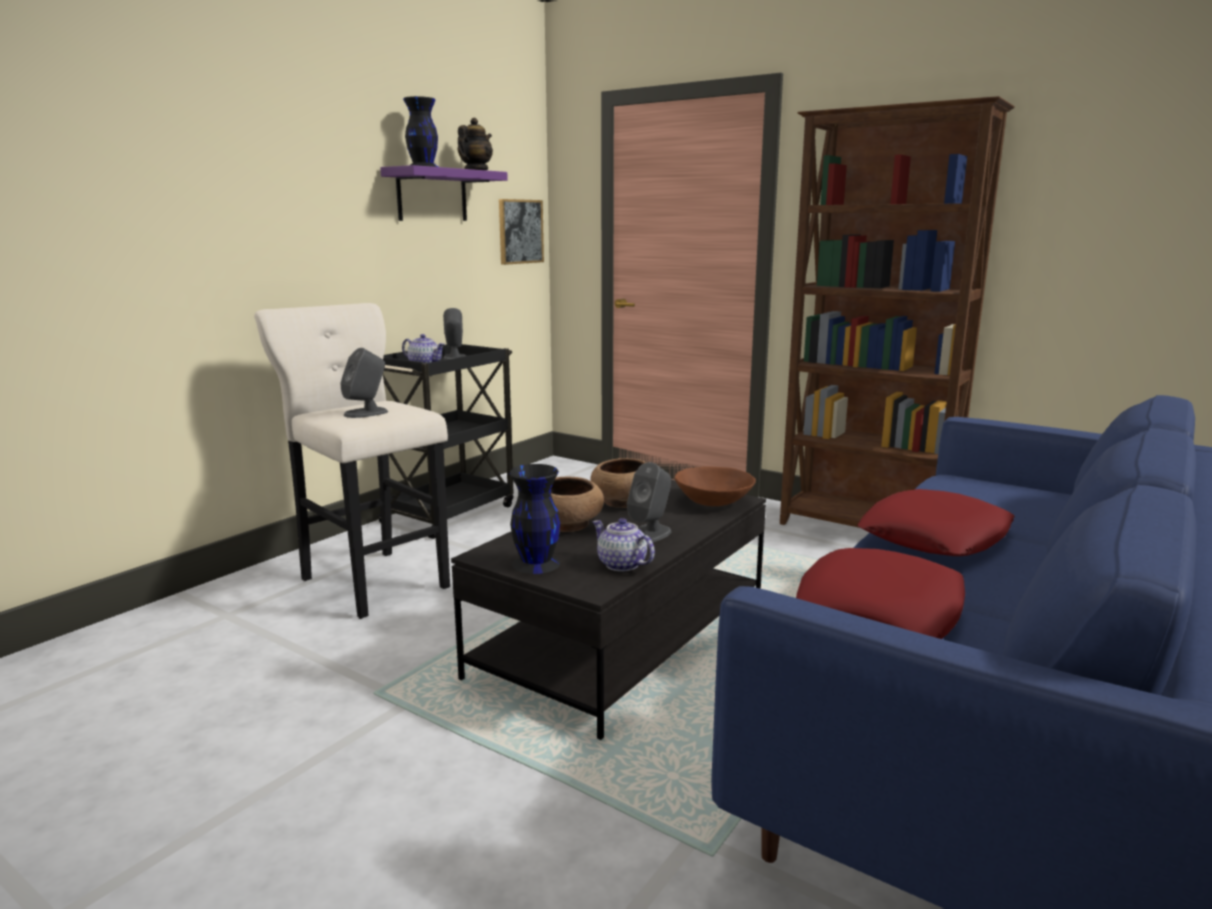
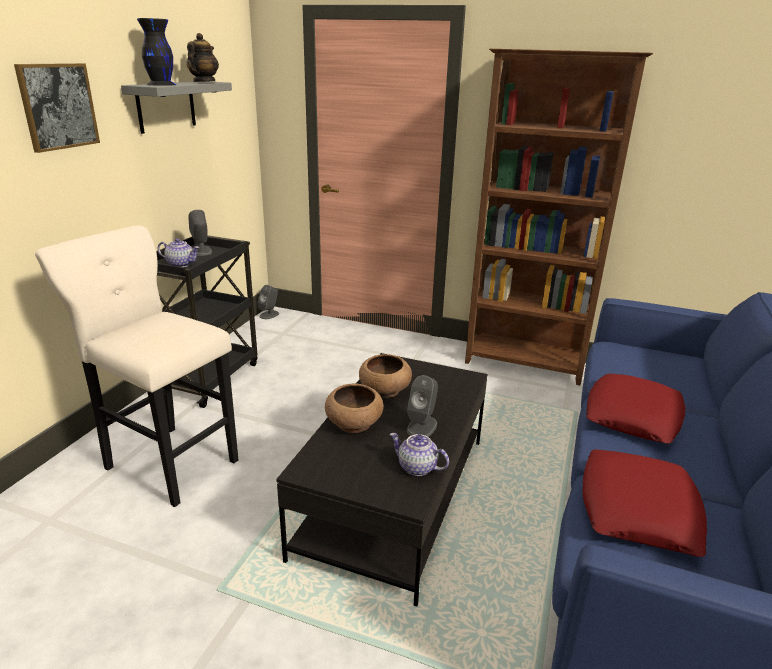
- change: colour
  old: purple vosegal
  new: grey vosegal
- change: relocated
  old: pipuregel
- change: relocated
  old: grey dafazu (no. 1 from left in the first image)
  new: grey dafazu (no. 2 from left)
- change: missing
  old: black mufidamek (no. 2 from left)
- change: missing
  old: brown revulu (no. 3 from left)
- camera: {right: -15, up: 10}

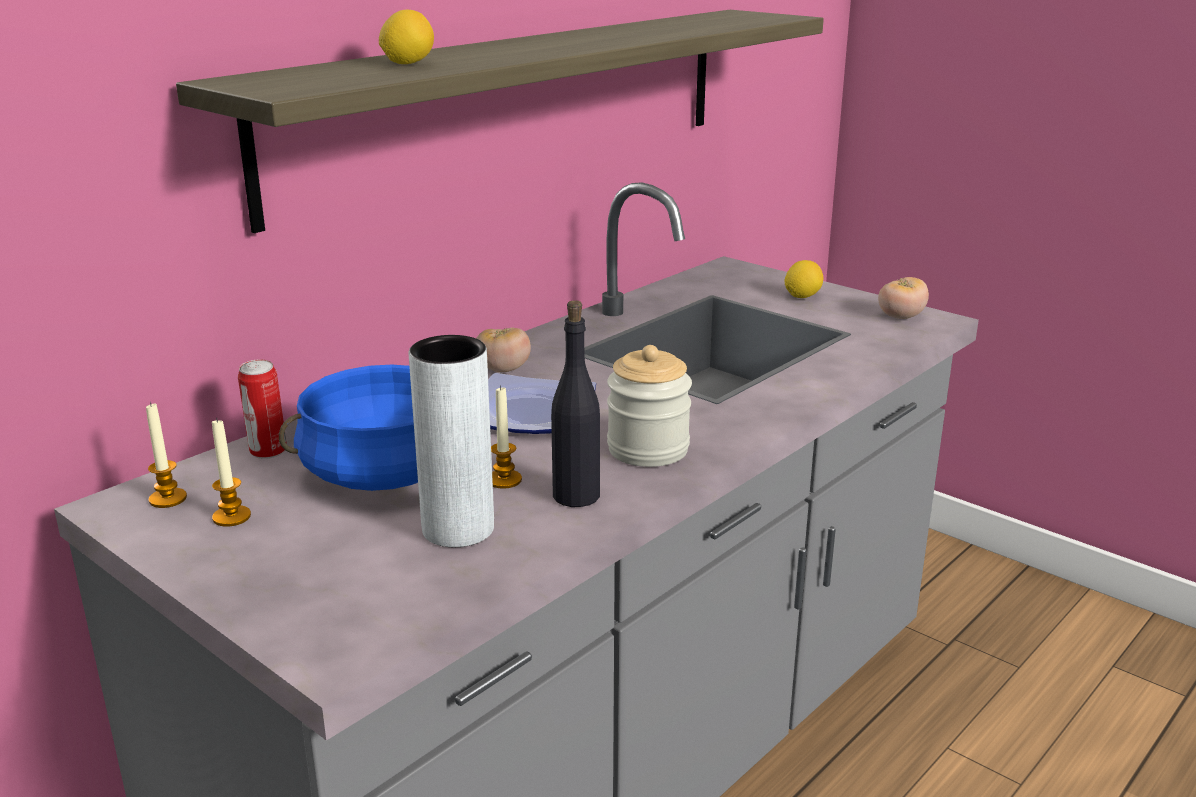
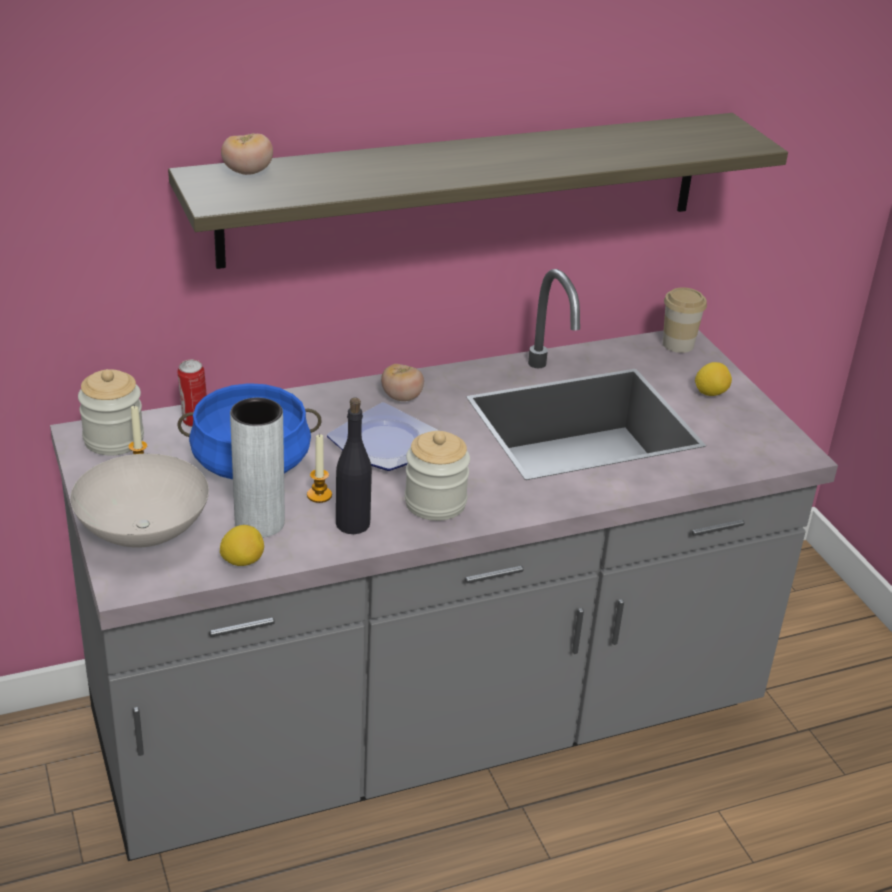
- change: relocated
  old: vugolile (no. 1 from left)
- change: relocated
  old: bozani (no. 2 from left in the first image)
  new: bozani (no. 1 from left)
- change: exchanged
  old: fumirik (no. 1 from left)
  new: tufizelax (no. 1 from left)
- change: appeared
  new: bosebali
- change: appeared
  new: white revulu
- camera: {right: 25, up: 10}

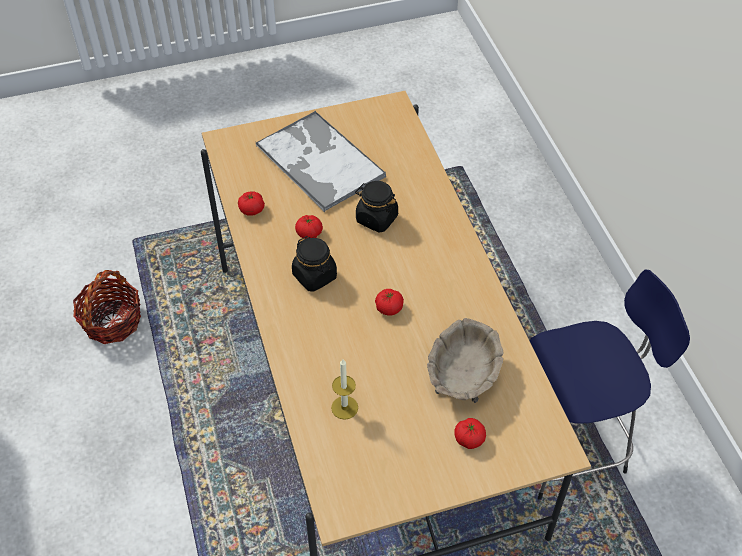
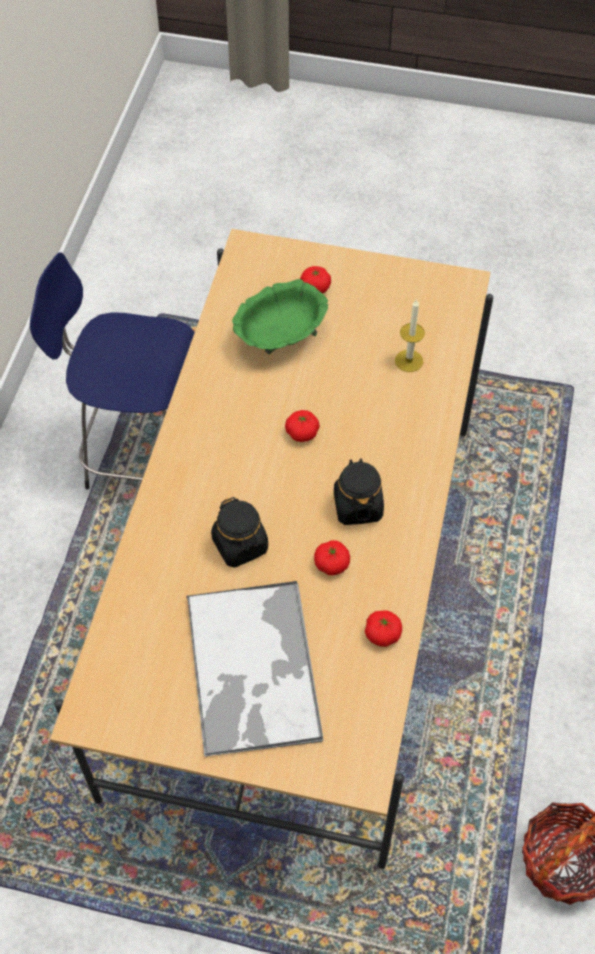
- change: colour
  old: beige revulu
  new: green revulu
- camera: {right: -150, up: 5}

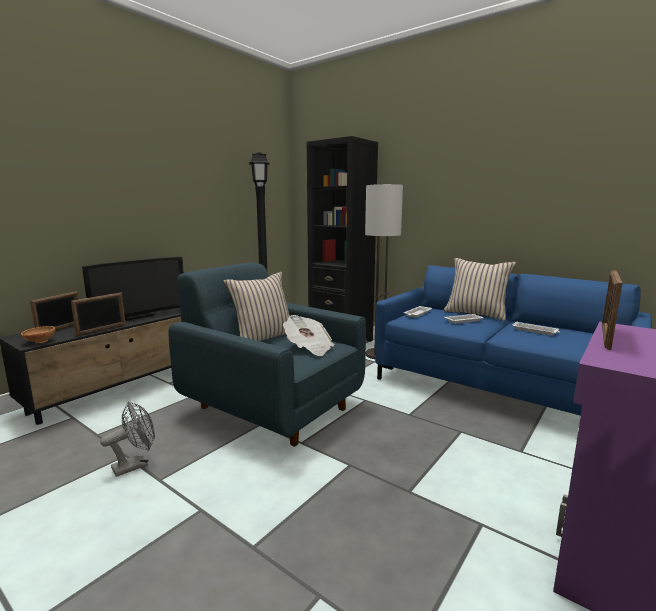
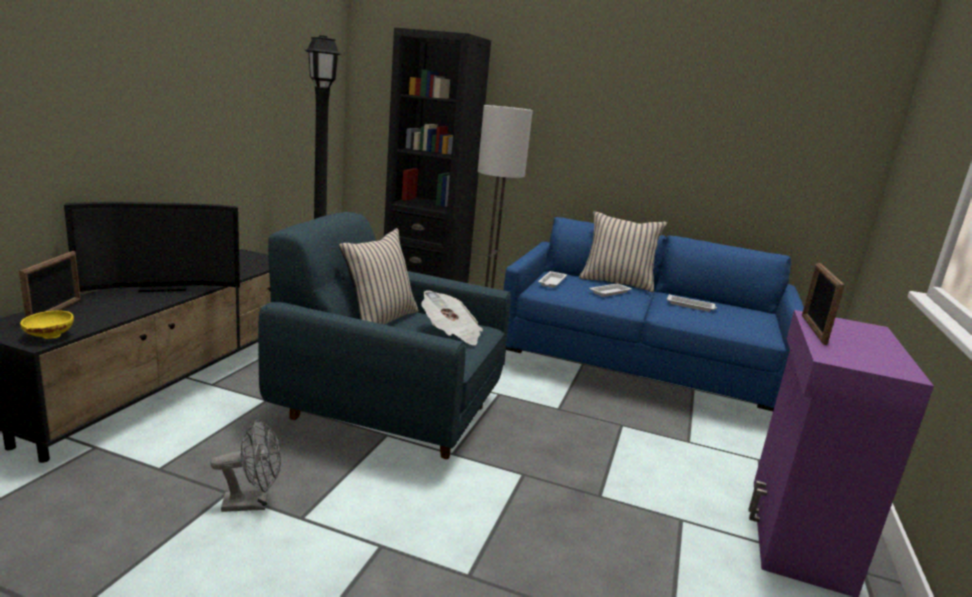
- change: spun
  old: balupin
  degrees: 45
- change: missing
  old: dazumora (no. 2 from left)
- change: colour
  old: brown revulu
  new: yellow revulu
- change: spun
  old: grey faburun
  degrees: 45
- camera: {right: -20, up: 5}

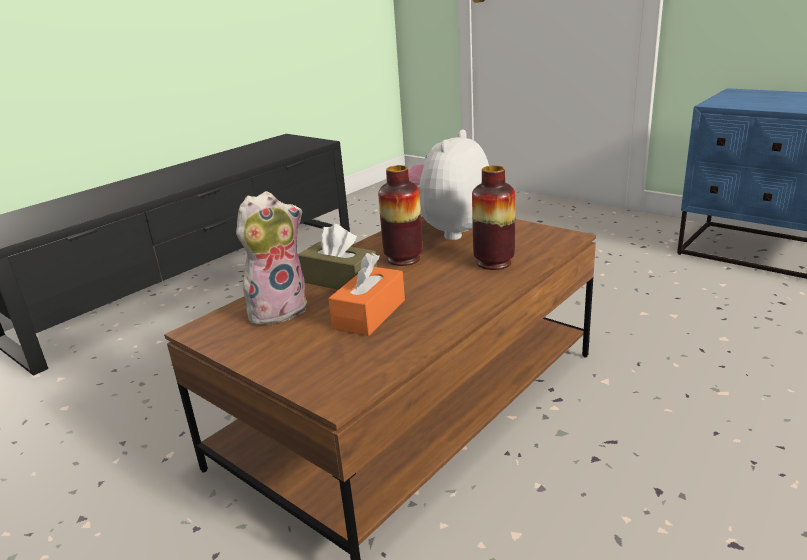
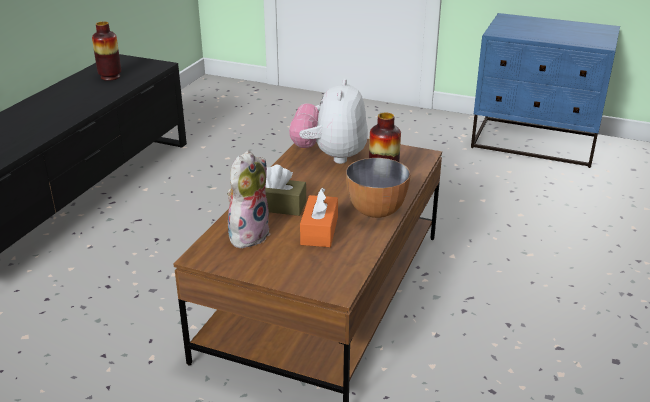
- change: relocated
  old: mufidamek (no. 1 from left)
- change: appeared
  new: revulu
- camera: {right: -20, up: 5}

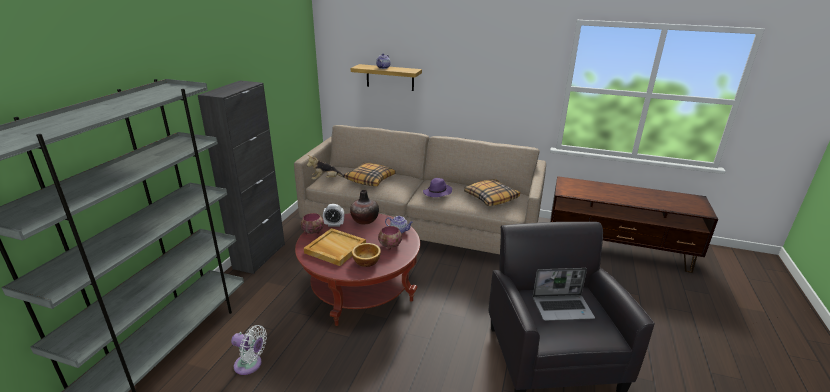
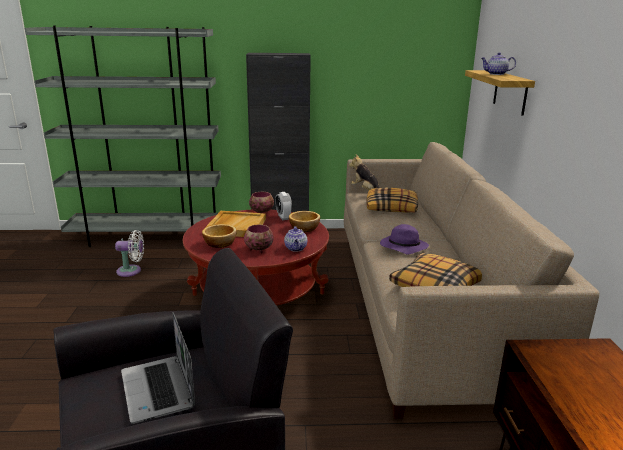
- change: exchanged
  old: mufidamek
  new: revulu (no. 4 from left)
- change: spun
  old: white faburun
  degrees: -90
- camera: {right: 70, up: -5}

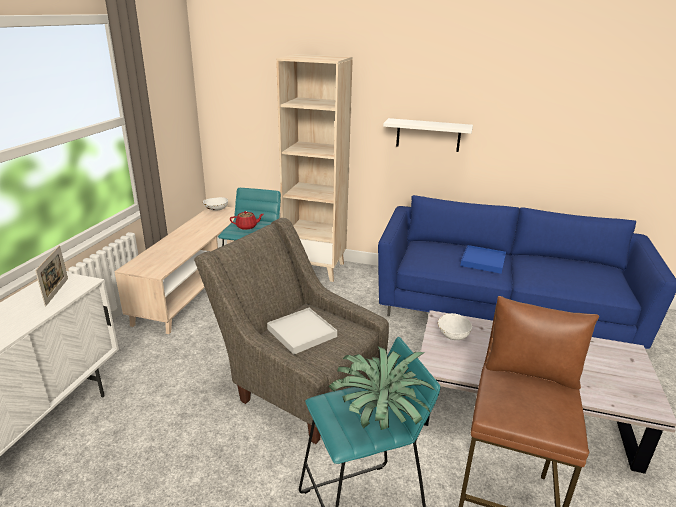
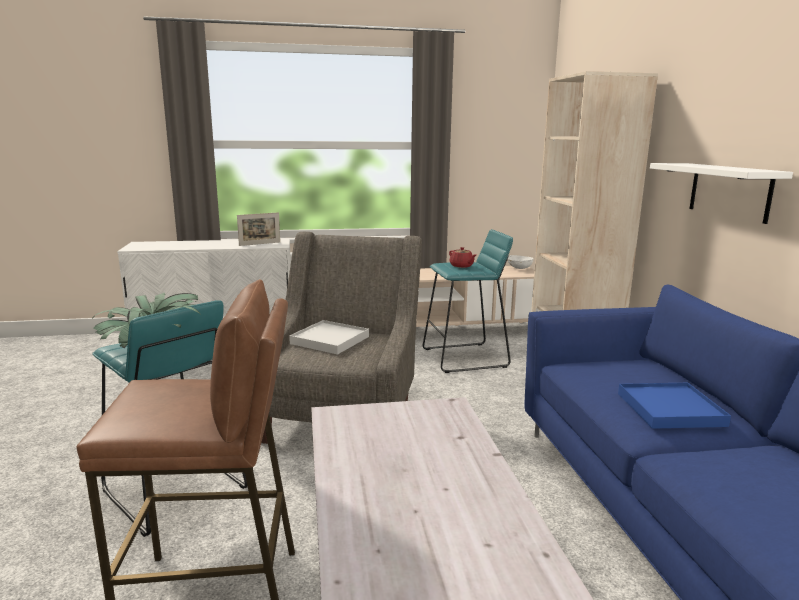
- change: missing
  old: white revulu (no. 2 from left)
- camera: {right: 65, up: -10}

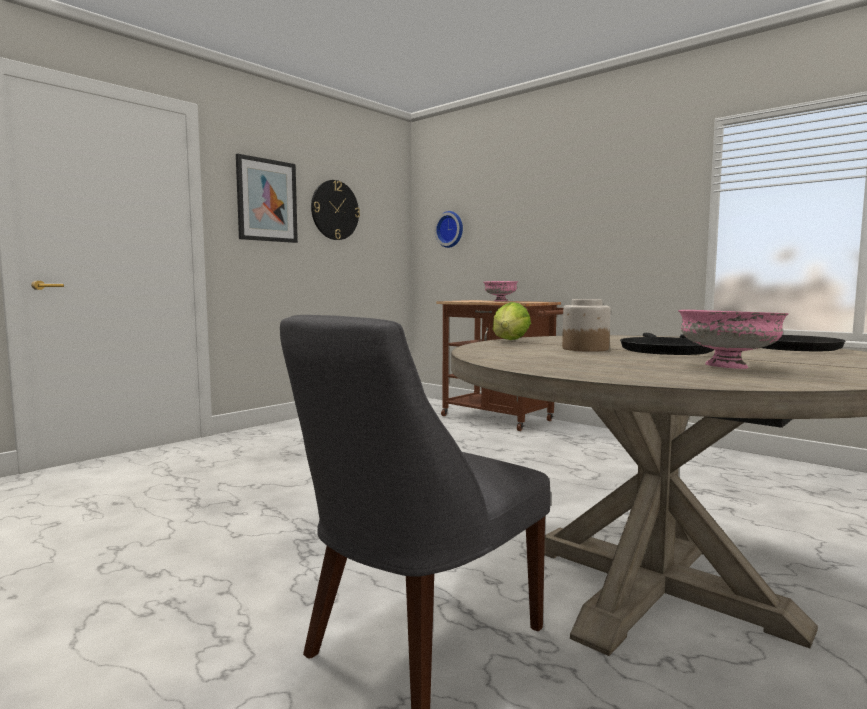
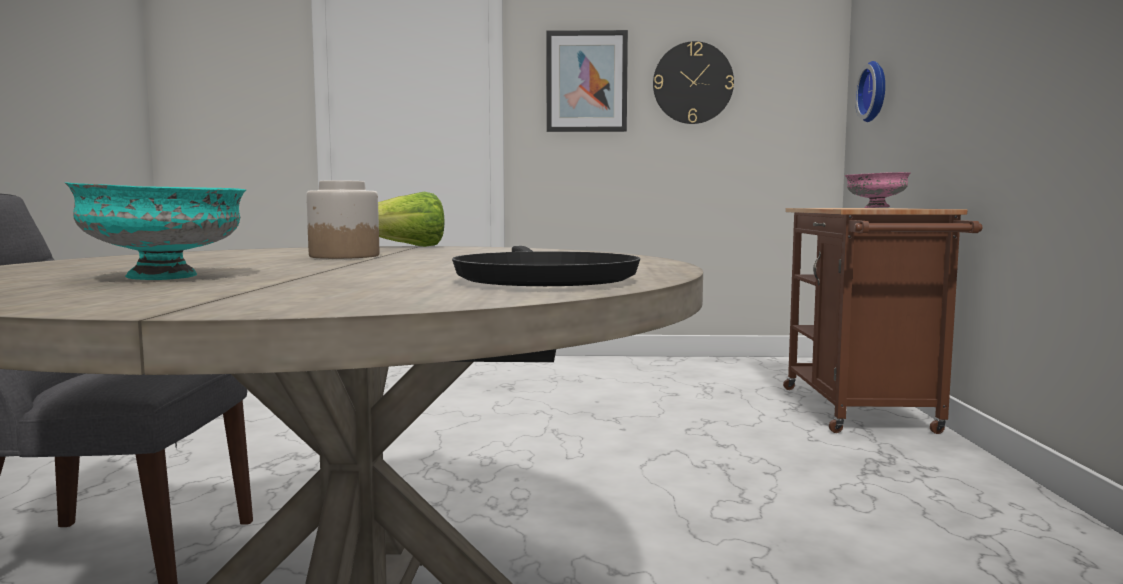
- change: colour
  old: pink revulu (no. 2 from left)
  new: turquoise revulu
- change: missing
  old: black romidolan (no. 1 from left)
- camera: {right: 50, up: 0}

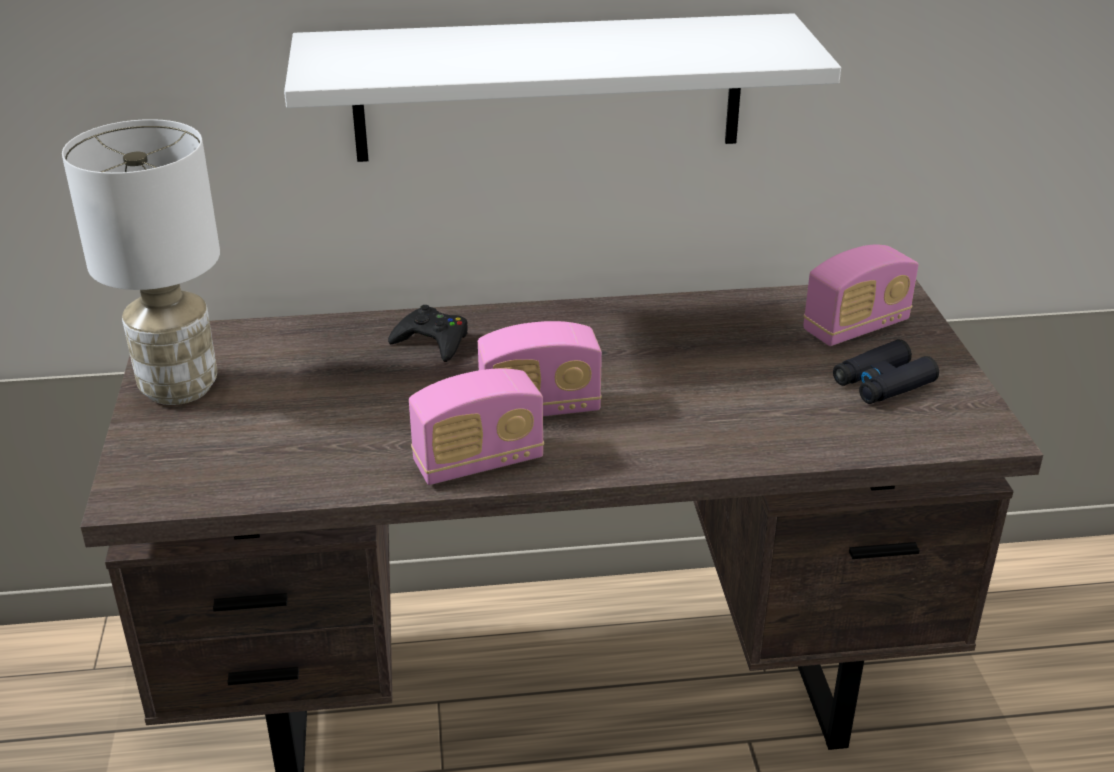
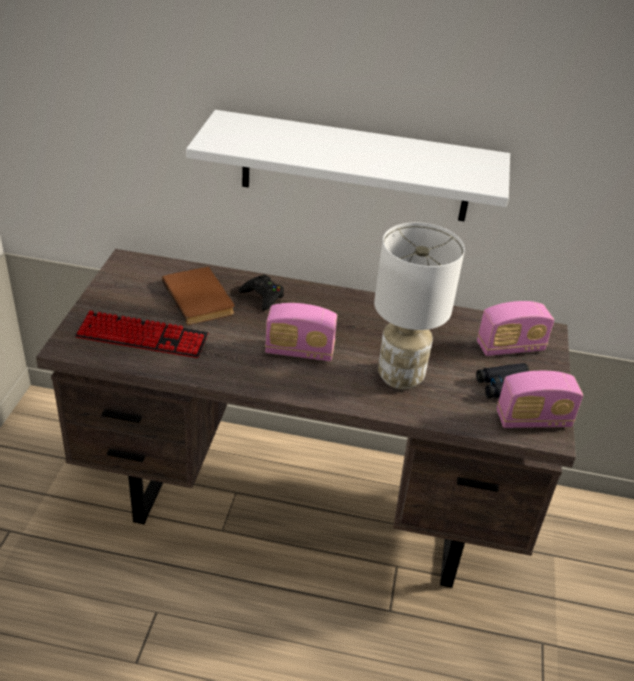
- change: relocated
  old: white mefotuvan
- change: relocated
  old: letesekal (no. 1 from left in the first image)
  new: letesekal (no. 3 from left)
- change: appeared
  new: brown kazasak
- change: appeared
  new: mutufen
- camera: {right: 15, up: 5}

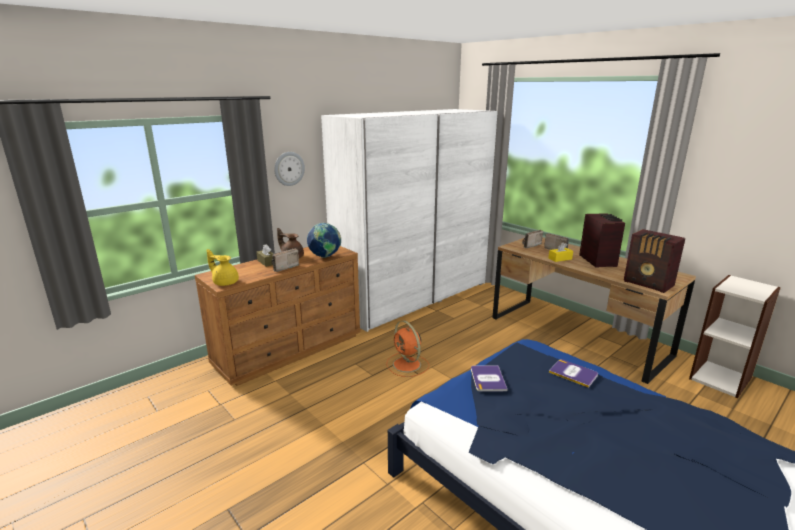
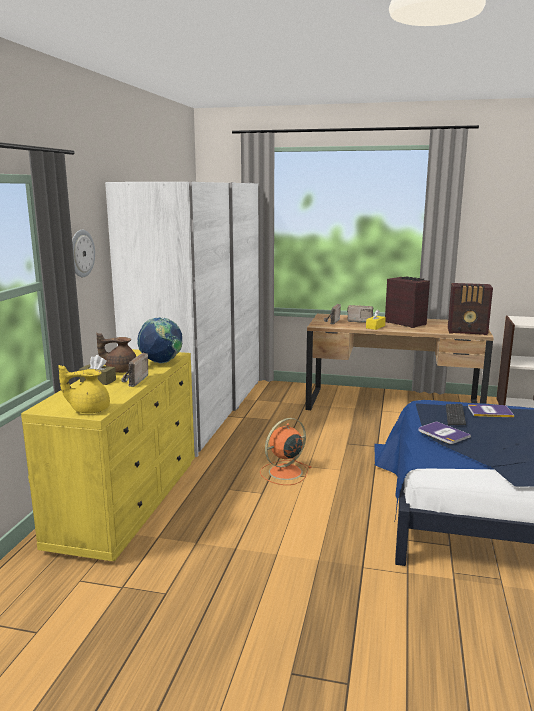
- change: colour
  old: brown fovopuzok
  new: yellow fovopuzok
- change: spun
  old: orange faburun
  degrees: 120
- change: appeared
  new: mutufen
- camera: {right: -35, up: -5}

